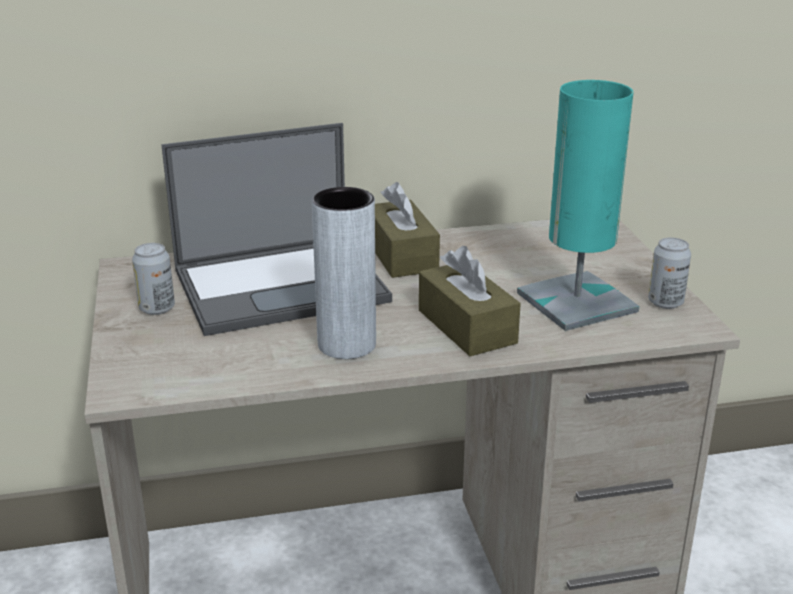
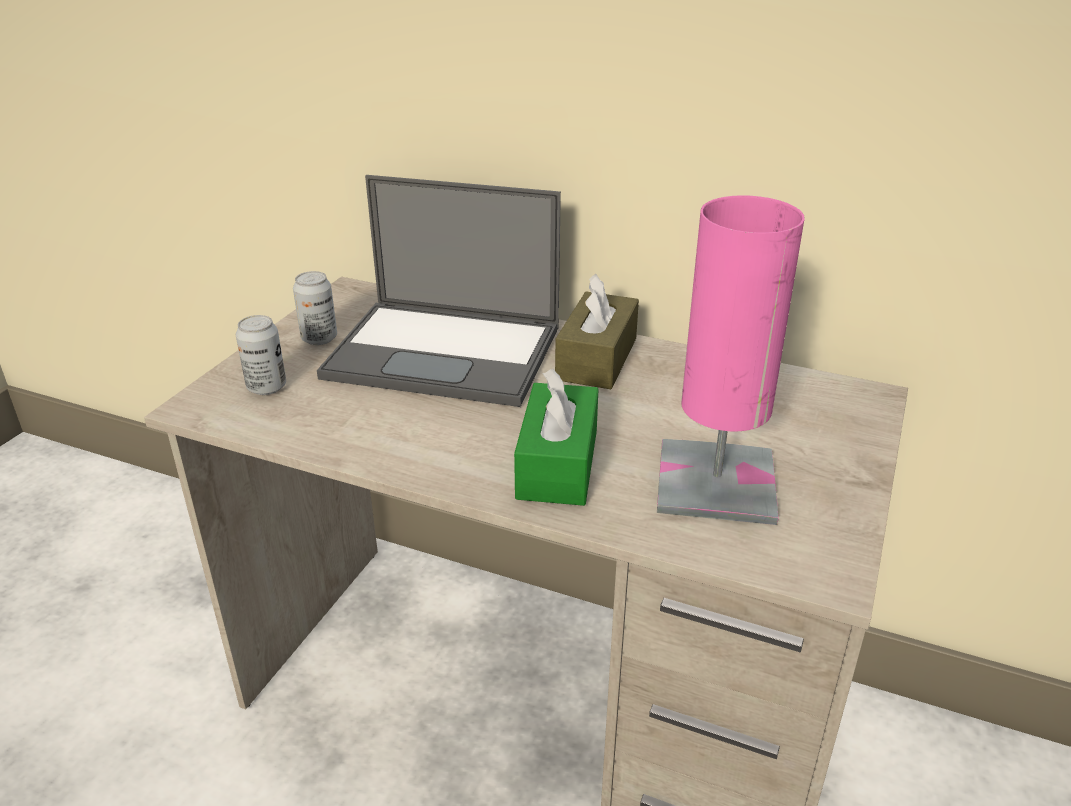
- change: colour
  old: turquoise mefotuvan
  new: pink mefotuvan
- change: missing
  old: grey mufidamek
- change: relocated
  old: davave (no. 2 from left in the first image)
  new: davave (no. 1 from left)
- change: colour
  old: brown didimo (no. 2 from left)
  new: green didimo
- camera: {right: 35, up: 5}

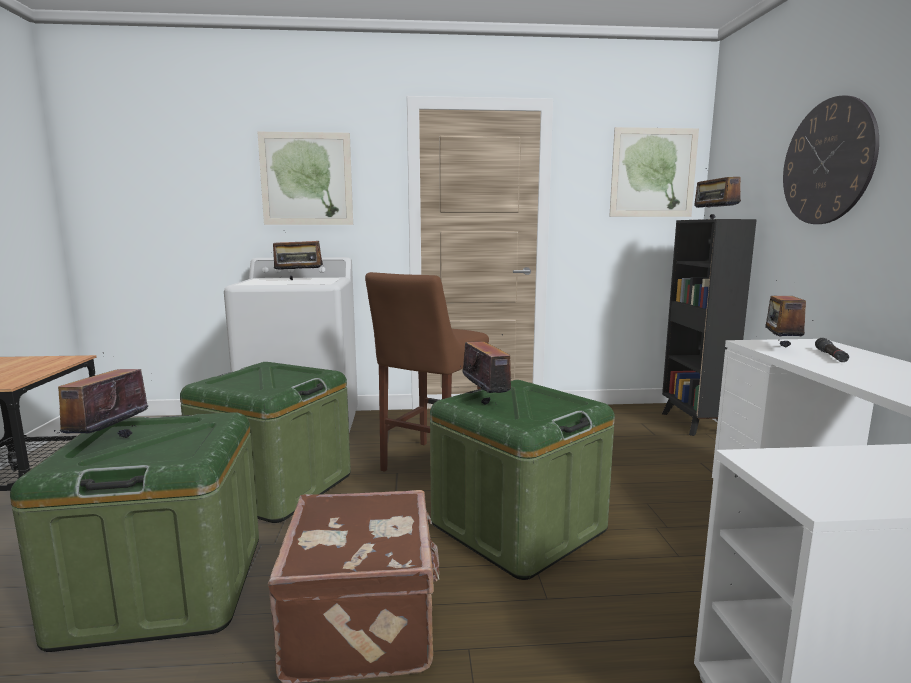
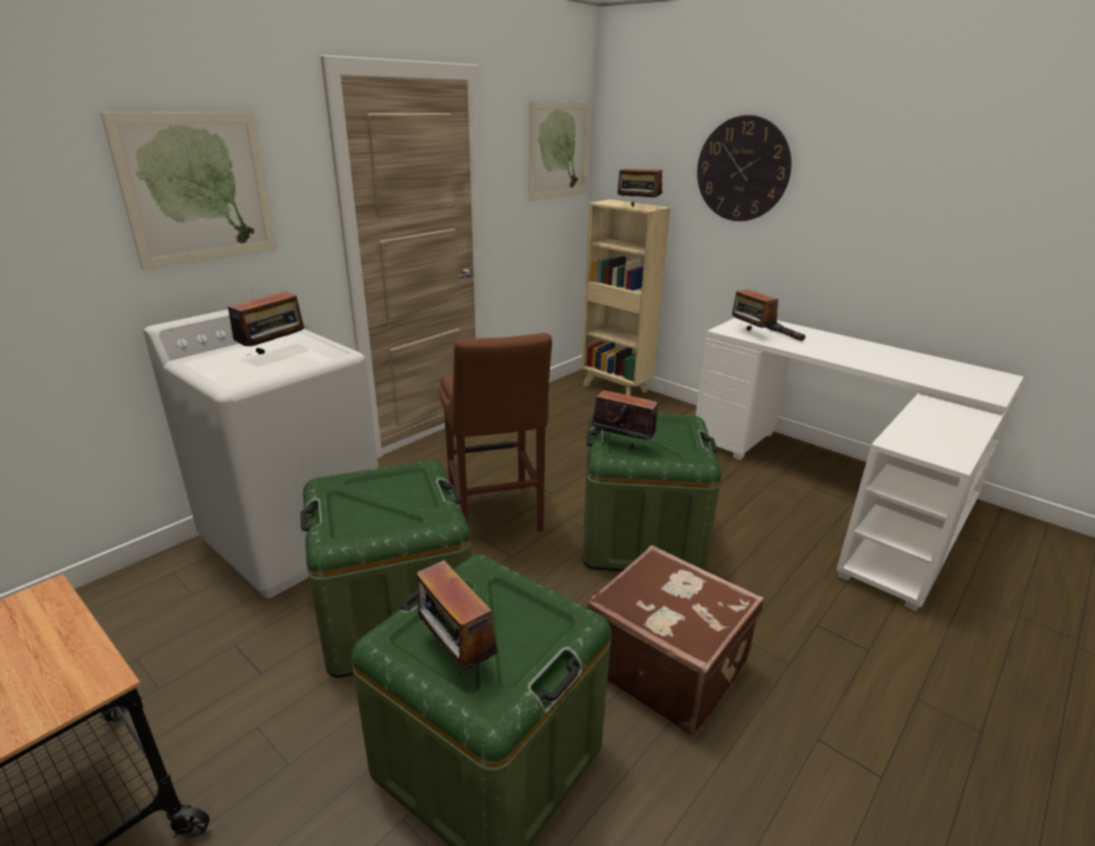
- change: colour
  old: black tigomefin
  new: beige tigomefin
- camera: {right: -45, up: 15}

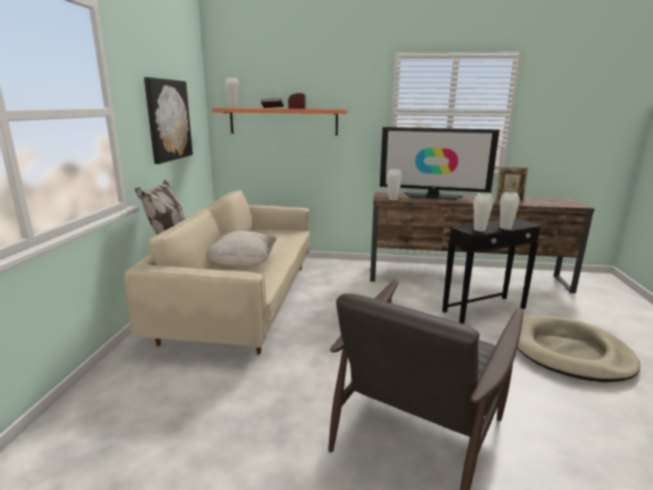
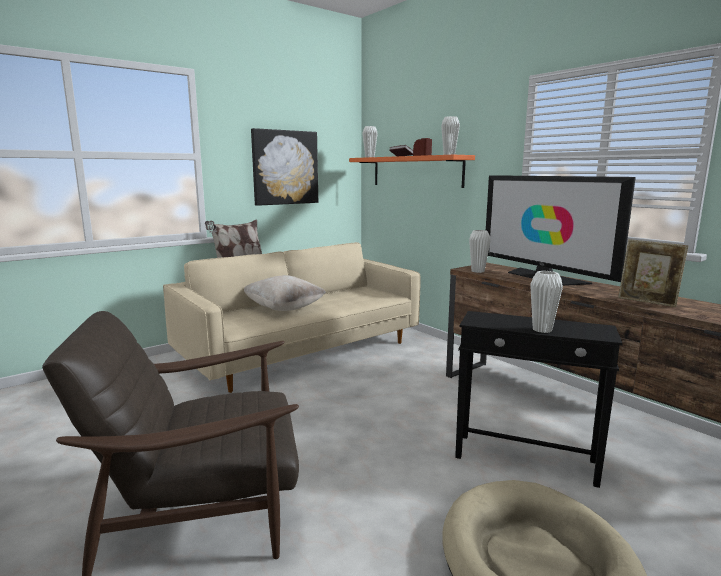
- change: relocated
  old: white mufidamek (no. 3 from left in the first image)
  new: white mufidamek (no. 2 from left)
- camera: {right: 45, up: -5}

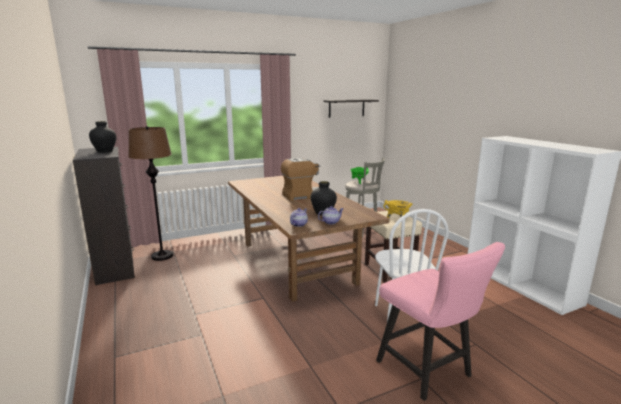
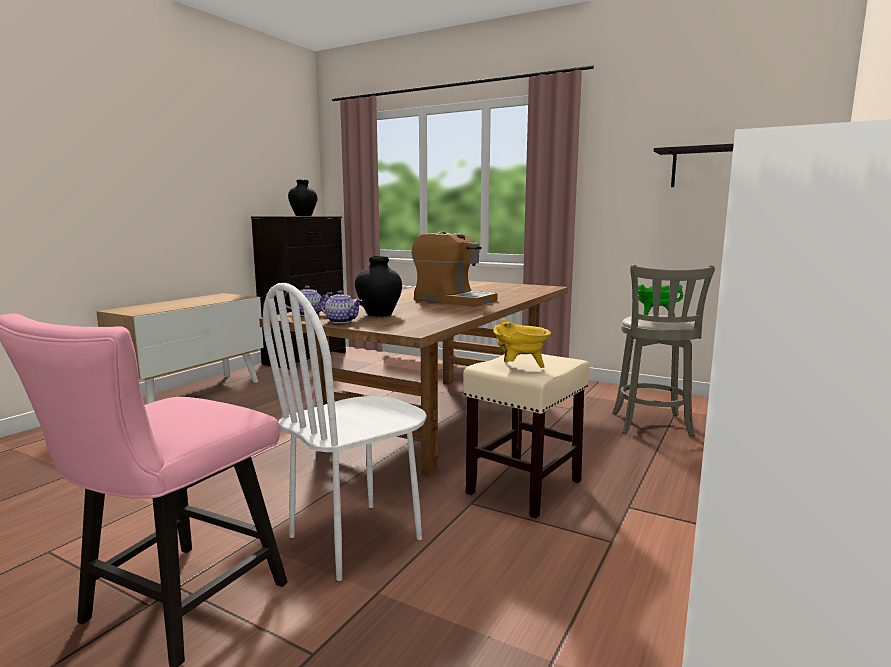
- change: missing
  old: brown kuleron
- change: appeared
  new: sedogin
- camera: {right: 55, up: -5}

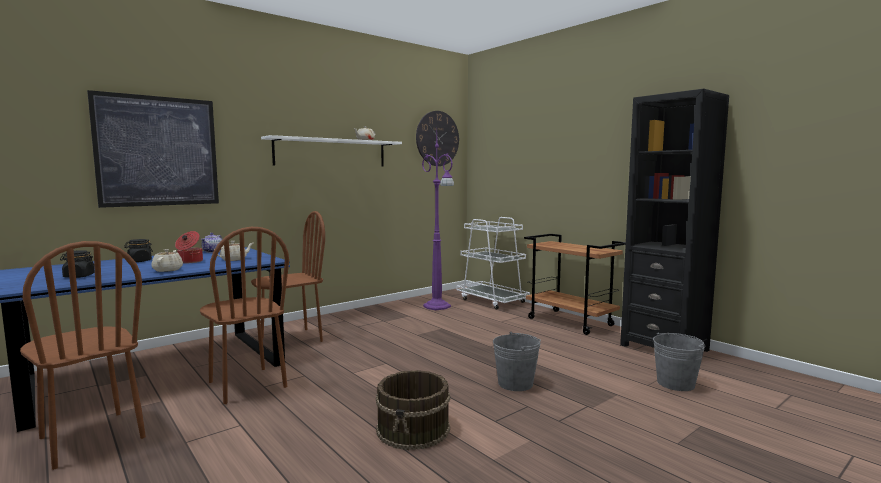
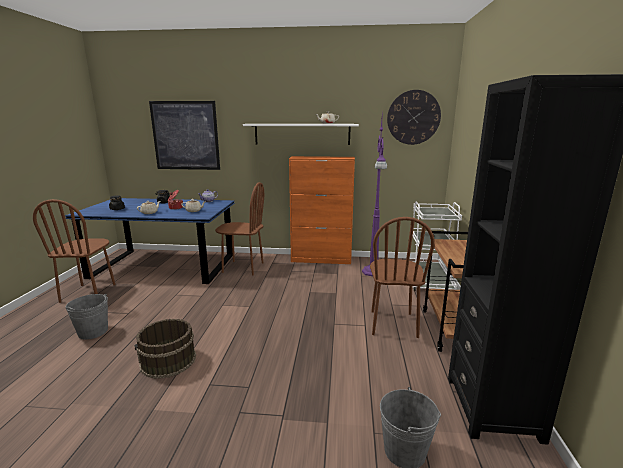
- change: relocated
  old: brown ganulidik (no. 2 from left in the first image)
  new: brown ganulidik (no. 3 from left)
- change: relocated
  old: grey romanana (no. 1 from left)
- change: appeared
  new: orange sedogin
- camera: {right: 45, up: 10}

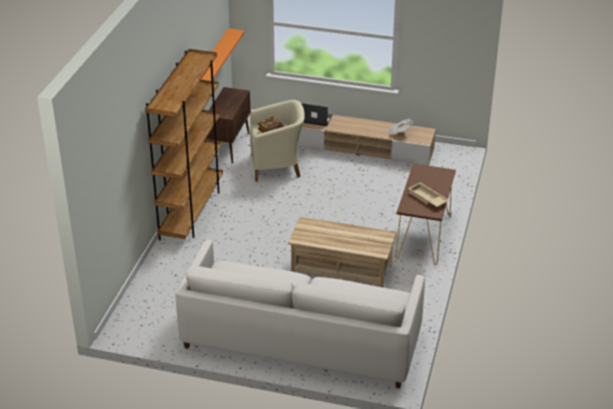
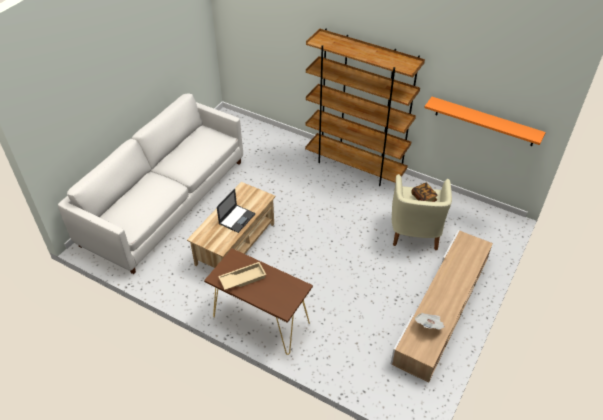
- change: missing
  old: brown sedogin
- change: relocated
  old: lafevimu
- camera: {right: 105, up: 10}

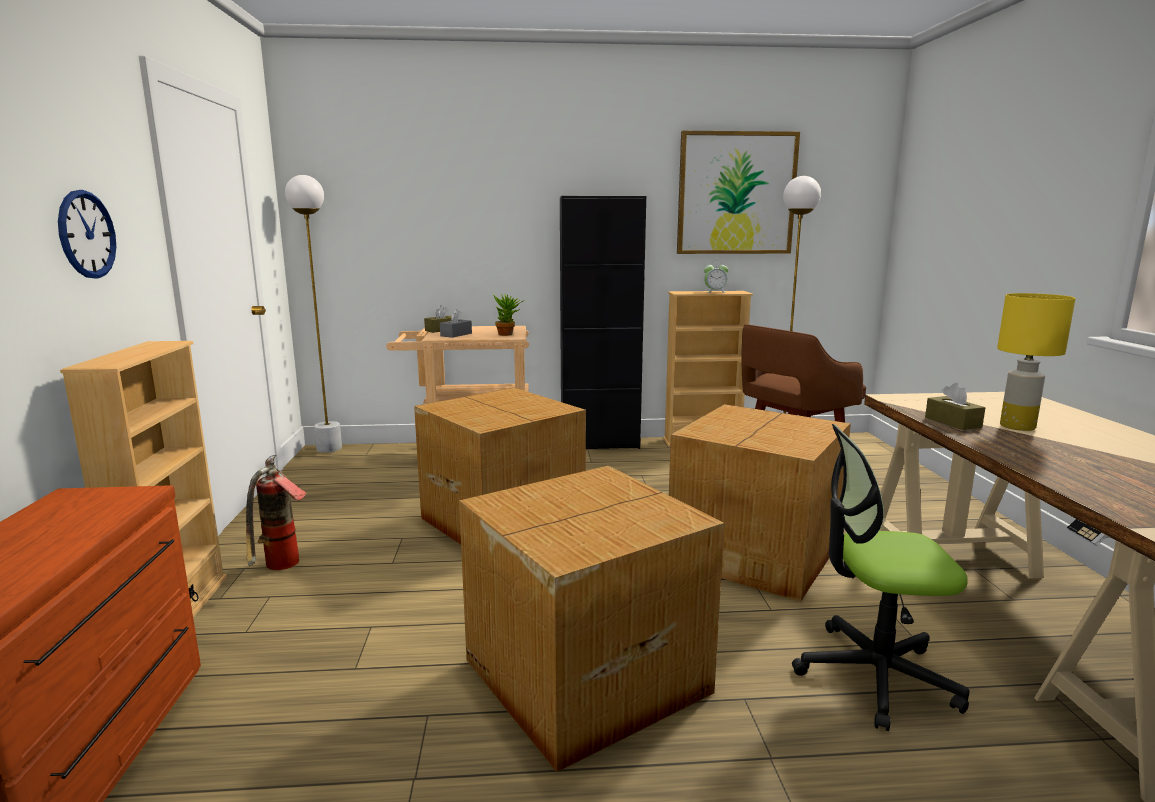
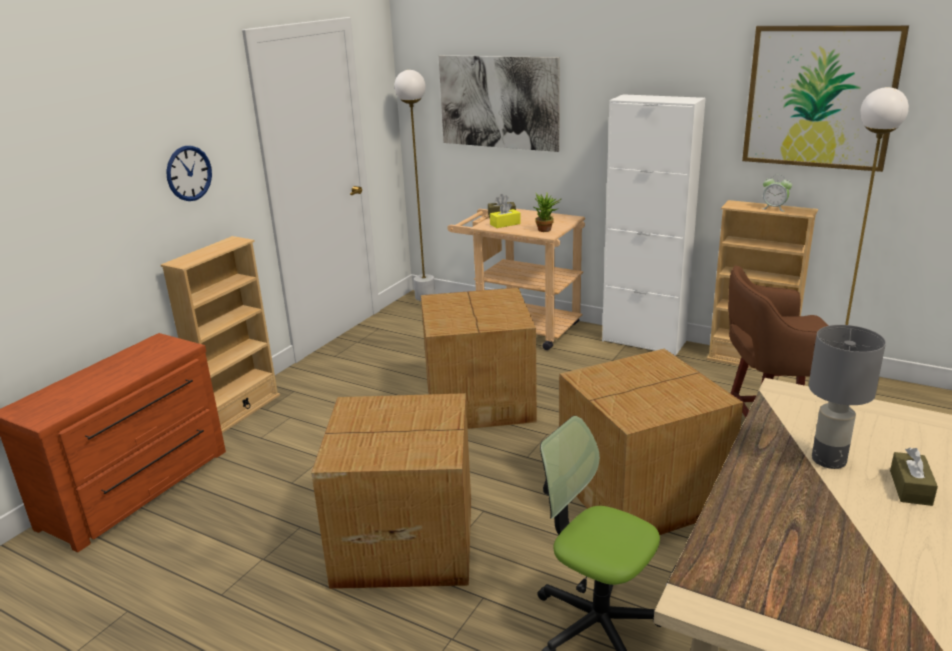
- change: colour
  old: black sedogin
  new: white sedogin
- change: colour
  old: yellow mefotuvan
  new: grey mefotuvan
- change: colour
  old: grey didimo
  new: yellow didimo
- change: relocated
  old: brown didimo (no. 2 from left)
- change: missing
  old: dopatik
- change: appeared
  new: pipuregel (no. 1 from left)
- camera: {right: 35, up: 10}

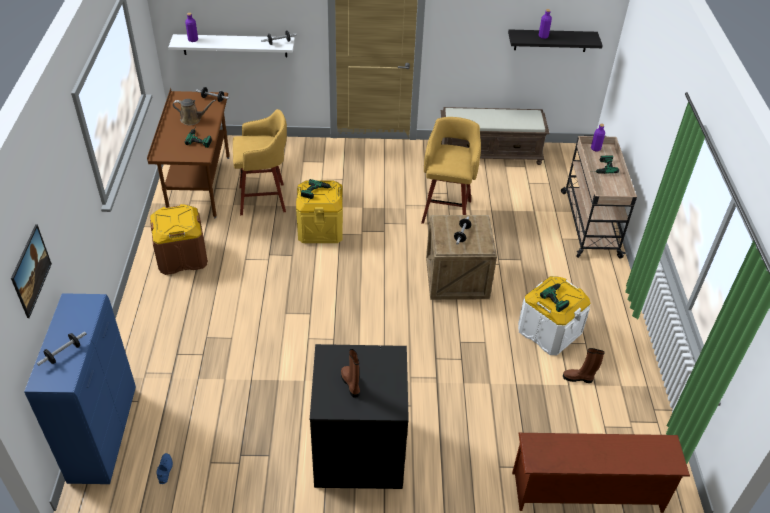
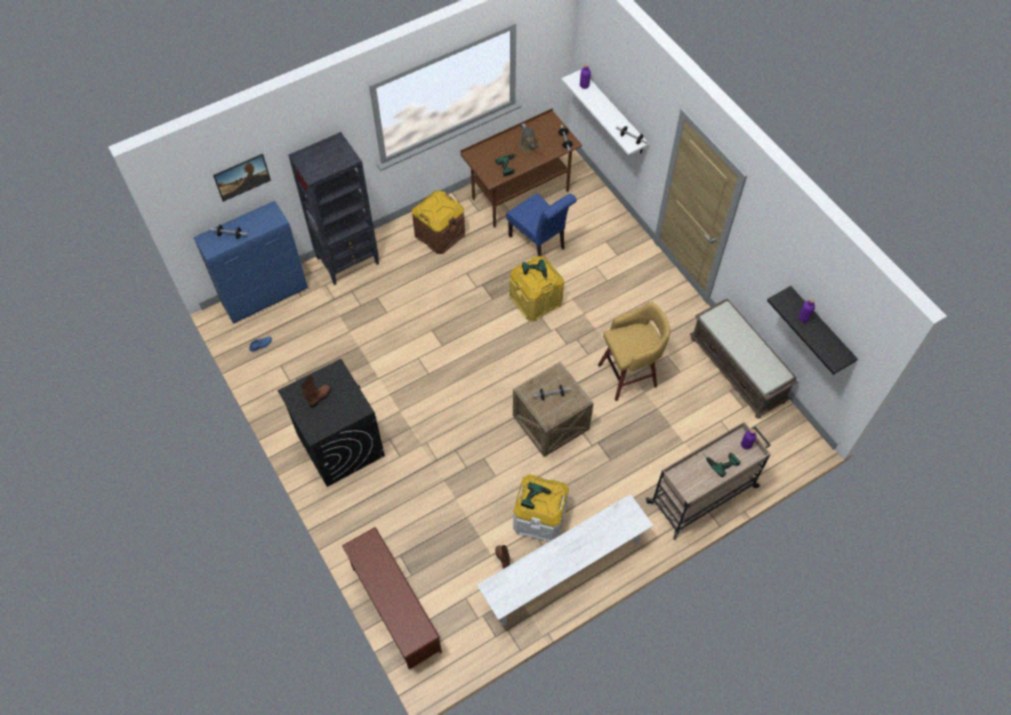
- change: exchanged
  old: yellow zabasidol (no. 1 from left)
  new: blue ganulidik
- change: appeared
  new: black tigomefin
- change: appeared
  new: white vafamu
- camera: {right: 60, up: 15}

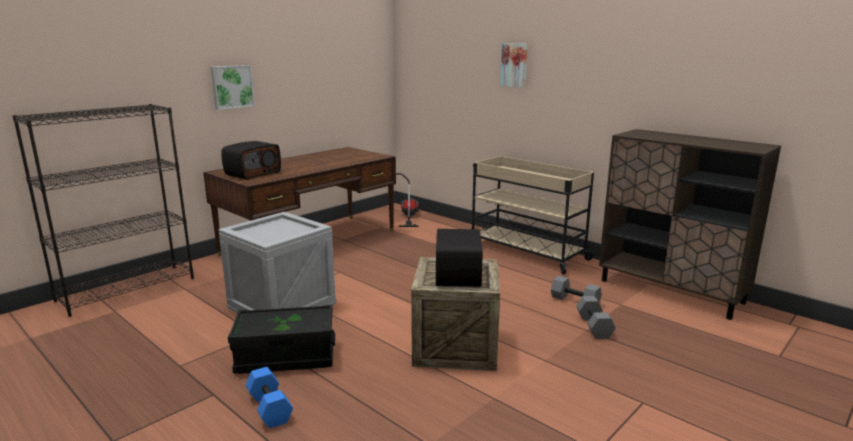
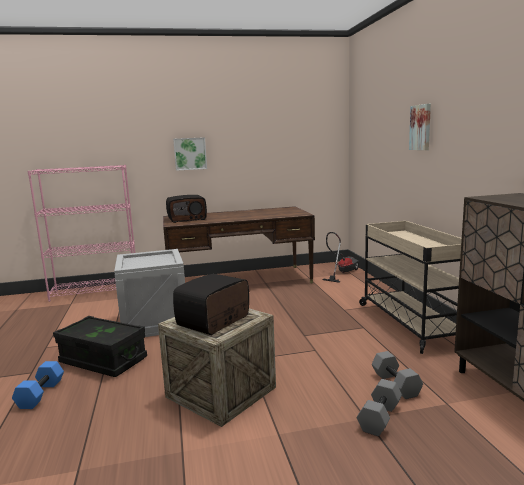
- change: colour
  old: black tigomefin
  new: pink tigomefin
- camera: {right: 35, up: -5}

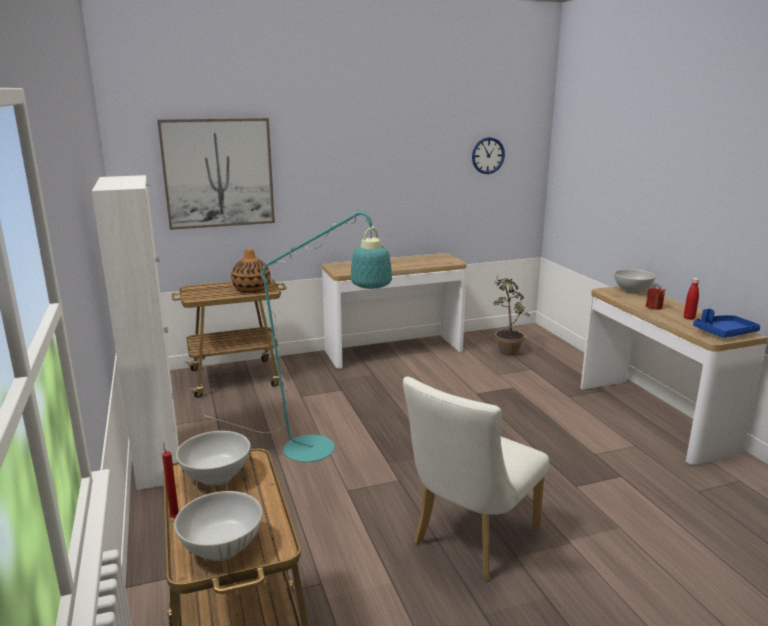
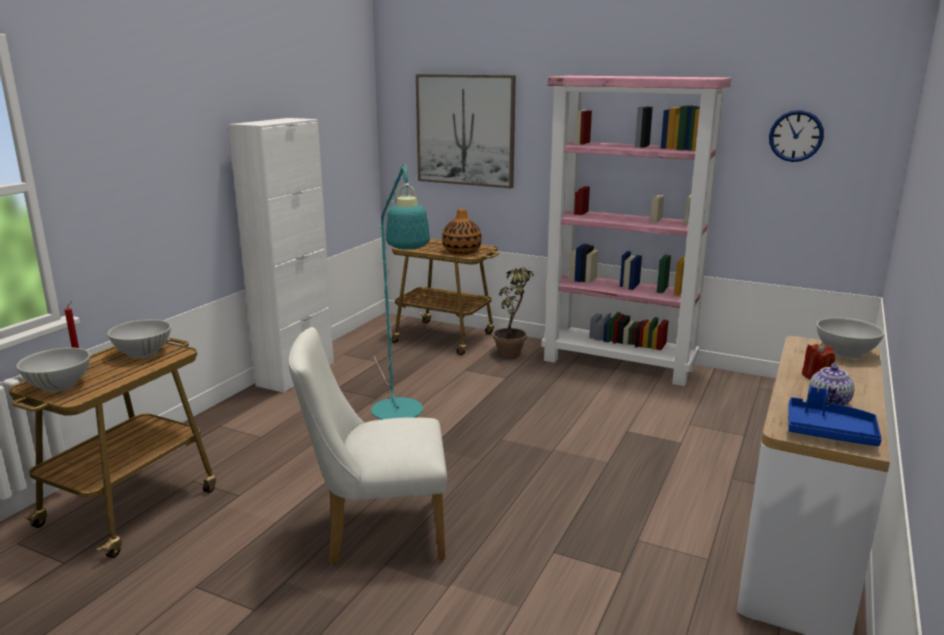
- change: exchanged
  old: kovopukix (no. 1 from left)
  new: pink tigomefin
- change: relocated
  old: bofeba
- change: exchanged
  old: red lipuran
  new: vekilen
- camera: {right: 45, up: 0}

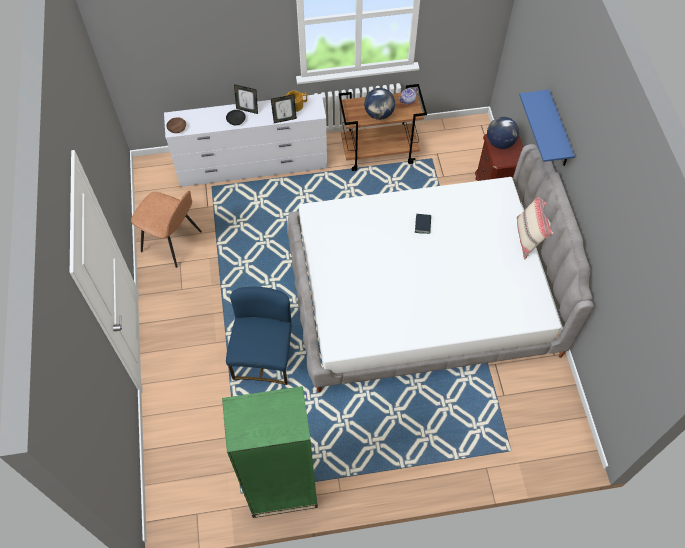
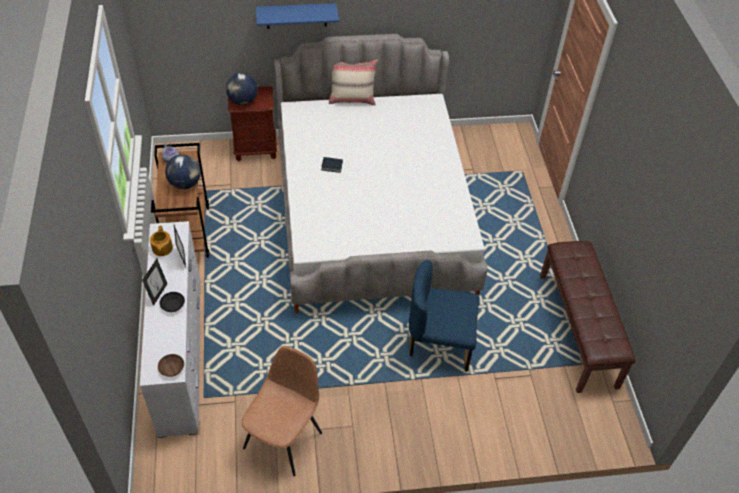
- change: exchanged
  old: green tigomefin
  new: brown vafamu
- camera: {right: -90, up: -10}

